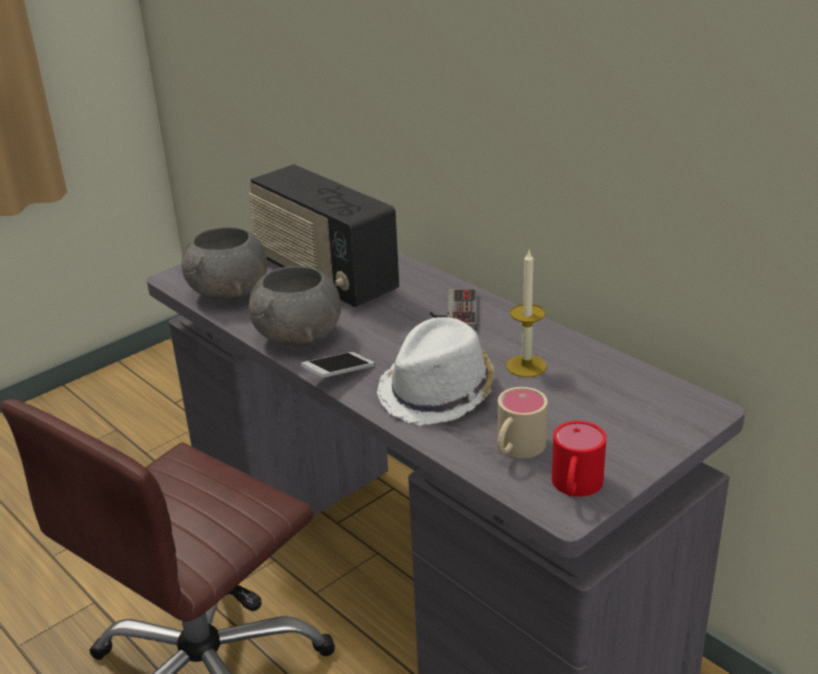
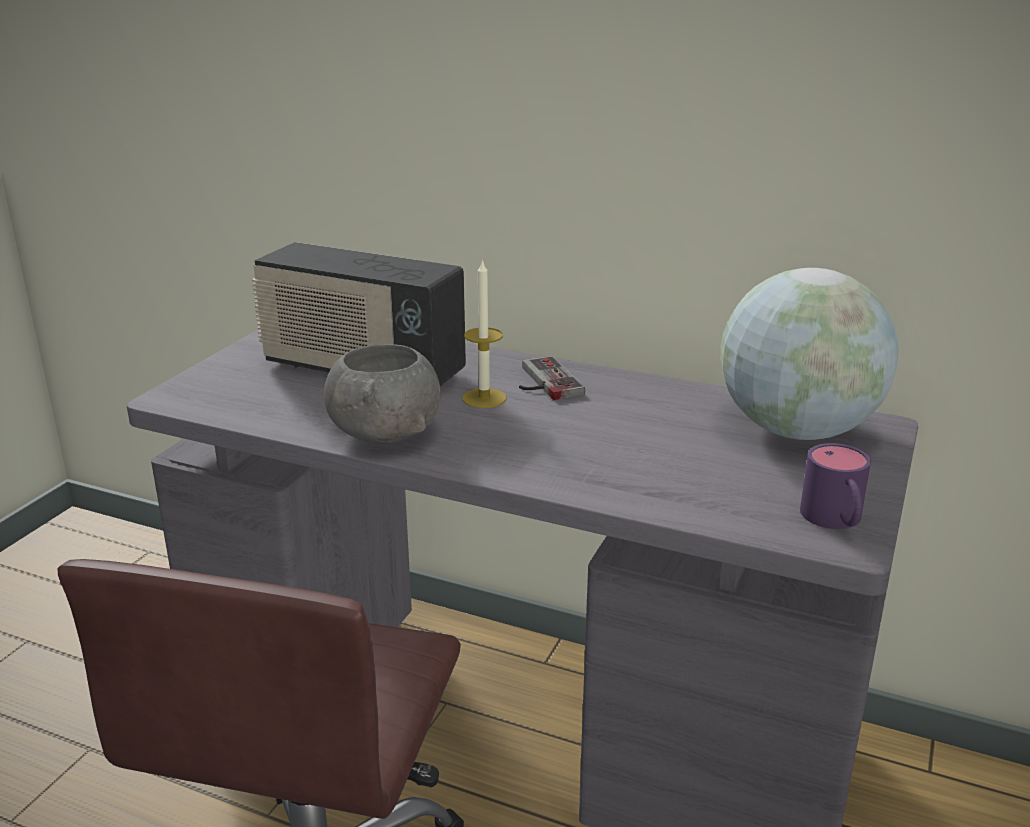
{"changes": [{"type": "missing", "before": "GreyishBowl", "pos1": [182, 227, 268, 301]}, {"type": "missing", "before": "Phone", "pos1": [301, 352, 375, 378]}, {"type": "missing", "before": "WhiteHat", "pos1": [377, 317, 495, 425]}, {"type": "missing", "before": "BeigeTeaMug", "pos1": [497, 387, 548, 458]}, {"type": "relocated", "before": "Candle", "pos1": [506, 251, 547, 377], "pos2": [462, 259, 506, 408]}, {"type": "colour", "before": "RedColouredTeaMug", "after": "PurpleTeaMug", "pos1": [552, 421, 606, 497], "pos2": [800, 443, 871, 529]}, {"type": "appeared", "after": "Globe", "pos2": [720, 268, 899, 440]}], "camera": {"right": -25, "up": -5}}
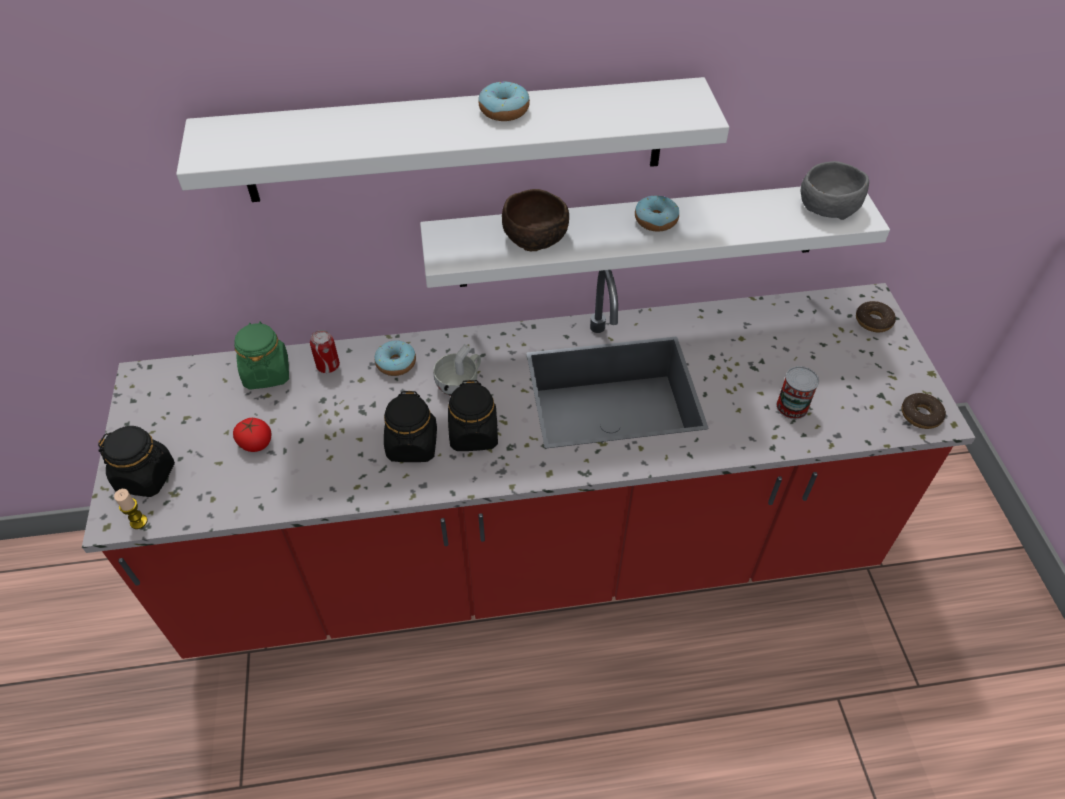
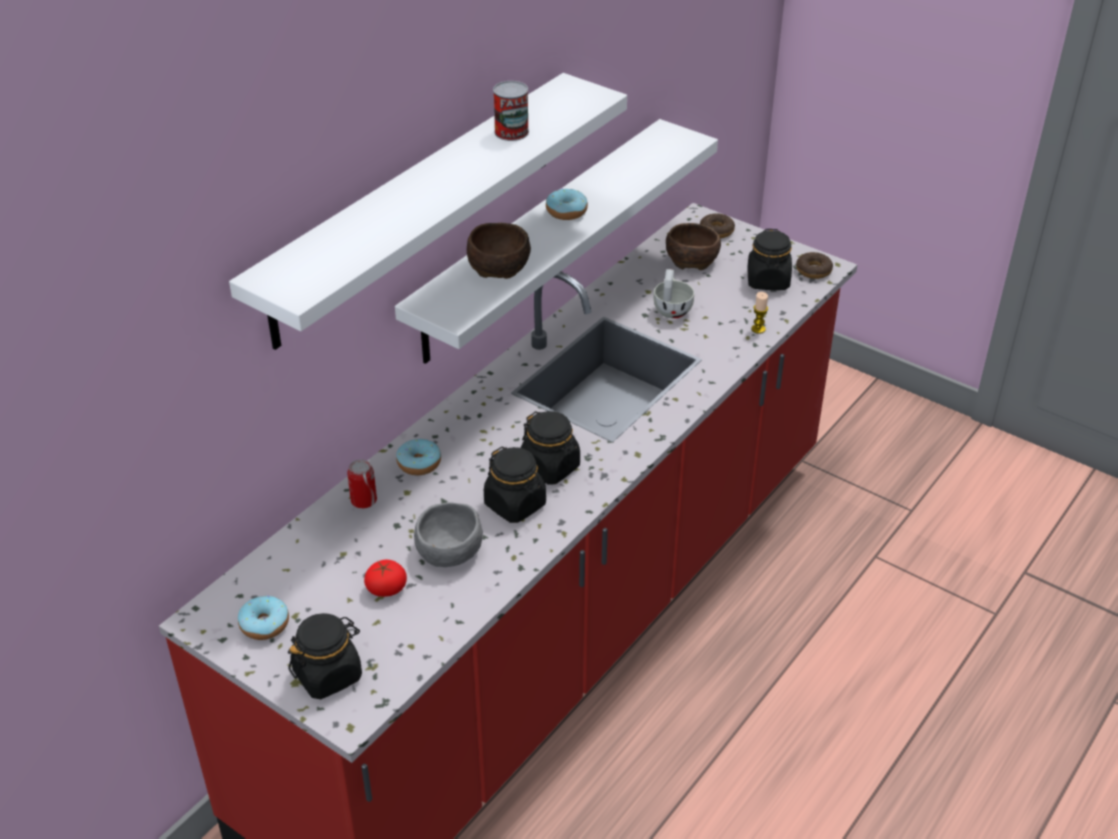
{"changes": [{"type": "relocated", "before": "Candle", "pos1": [114, 489, 148, 529], "pos2": [751, 292, 768, 334]}, {"type": "missing", "before": "GreenColouredStorageJar", "pos1": [234, 321, 289, 390]}, {"type": "relocated", "before": "WhiteSmallCup", "pos1": [433, 344, 481, 396], "pos2": [654, 269, 694, 318]}, {"type": "relocated", "before": "RingDoughnut", "pos1": [478, 82, 530, 121], "pos2": [238, 596, 289, 640]}, {"type": "relocated", "before": "SealedCan", "pos1": [776, 366, 819, 419], "pos2": [493, 81, 529, 141]}, {"type": "relocated", "before": "GreyishBowl", "pos1": [801, 161, 869, 220], "pos2": [414, 502, 483, 567]}, {"type": "appeared", "after": "BrownColouredBowl", "pos2": [666, 223, 721, 270]}, {"type": "appeared", "after": "BlackColouredStorageJar", "pos2": [747, 229, 792, 290]}], "camera": {"right": -45, "up": -10}}
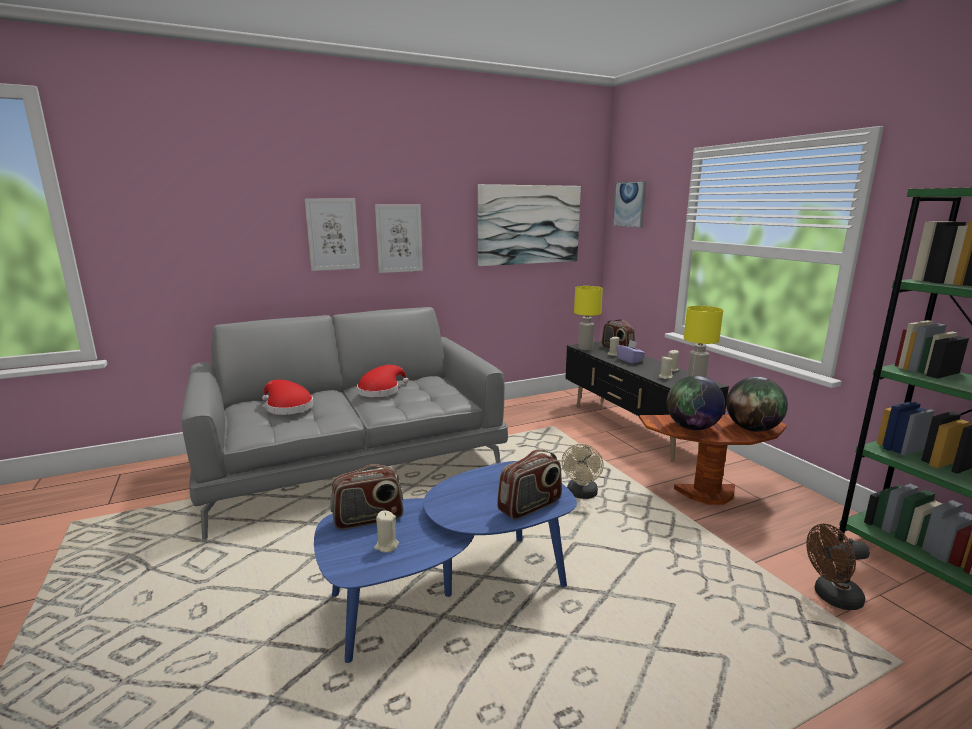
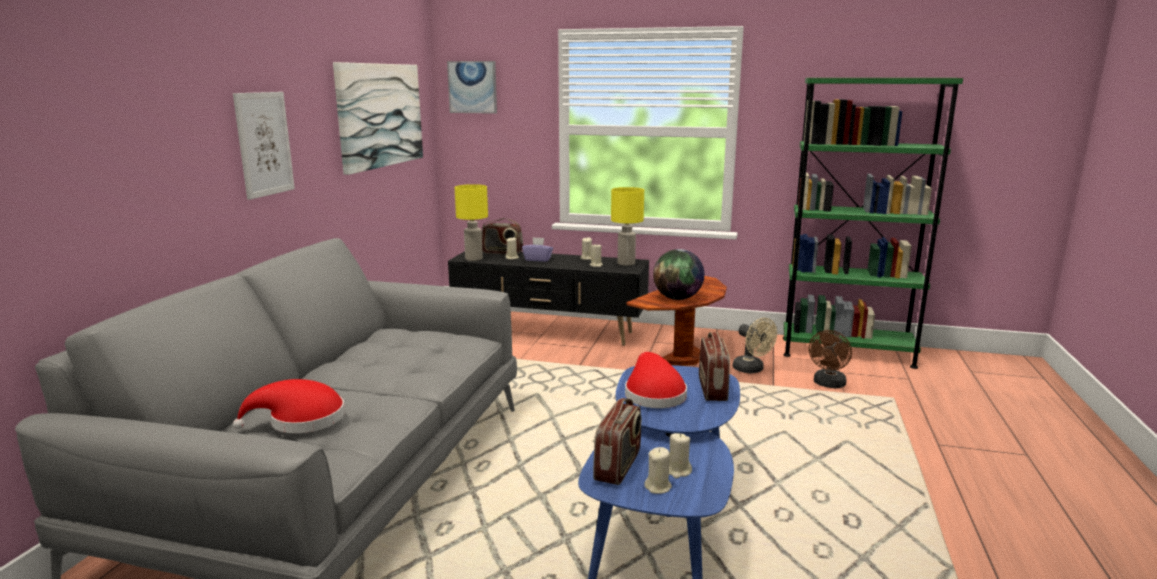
{"changes": [{"type": "missing", "before": "Picture", "pos1": [305, 198, 360, 271]}, {"type": "relocated", "before": "RedColouredHat", "pos1": [357, 365, 409, 397], "pos2": [625, 352, 687, 408]}, {"type": "relocated", "before": "BeigeFan", "pos1": [562, 444, 604, 499], "pos2": [733, 318, 777, 373]}, {"type": "missing", "before": "Globe", "pos1": [726, 377, 788, 432]}, {"type": "appeared", "after": "BeigeCandle", "pos2": [644, 447, 672, 494]}], "camera": {"right": -50, "up": 0}}
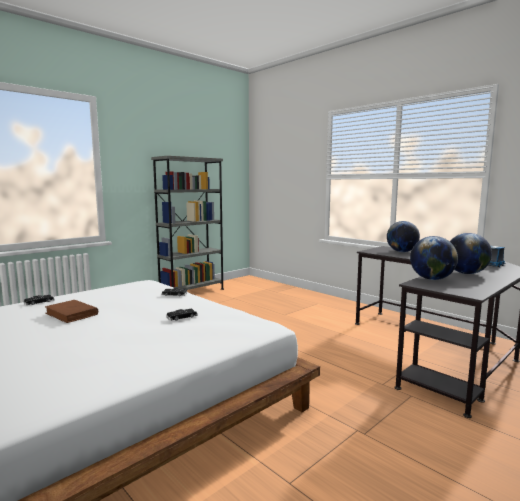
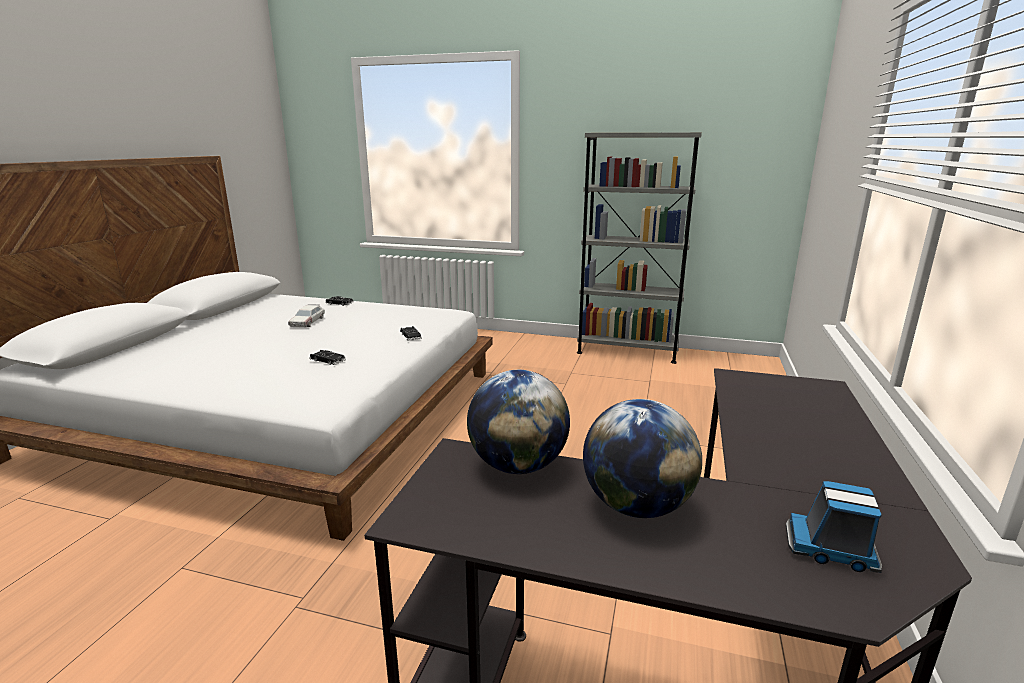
{"changes": [{"type": "exchanged", "before": "BrownColouredBook", "after": "ToyCar", "pos1": [45, 300, 98, 323], "pos2": [288, 304, 325, 328]}, {"type": "missing", "before": "Globe", "pos1": [387, 221, 420, 252]}], "camera": {"right": 60, "up": 10}}
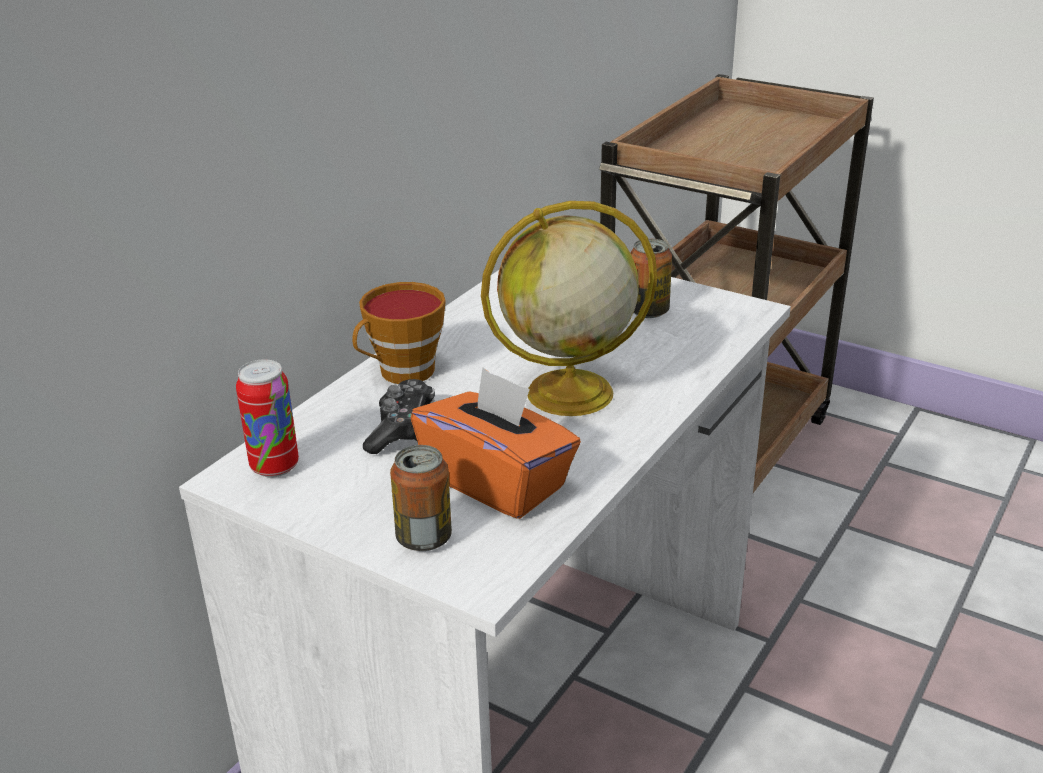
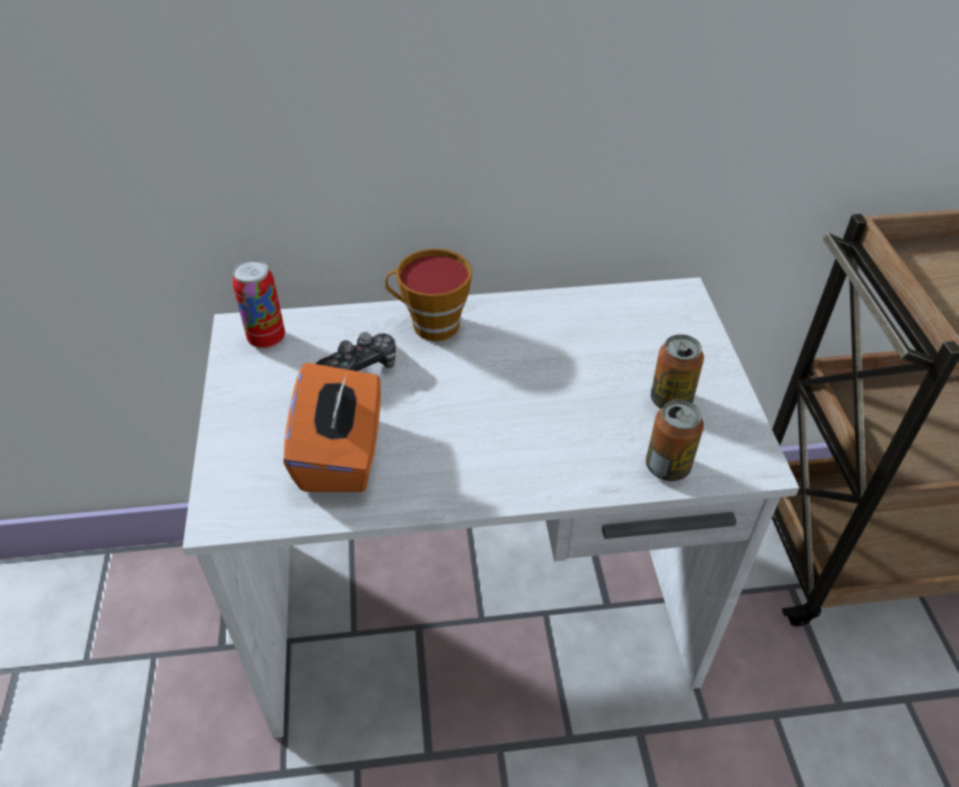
{"changes": [{"type": "relocated", "before": "SealedCan", "pos1": [390, 445, 452, 551], "pos2": [646, 399, 704, 481]}, {"type": "missing", "before": "Globe", "pos1": [481, 201, 657, 416]}], "camera": {"right": 50, "up": 15}}
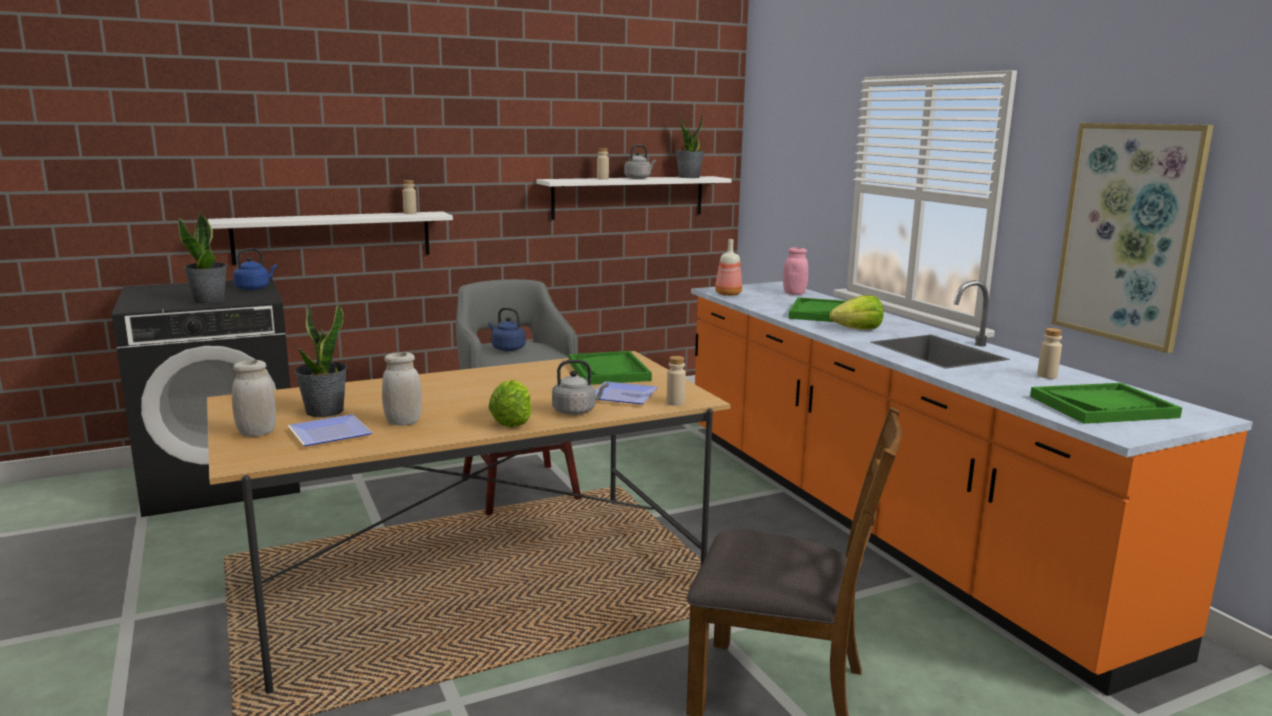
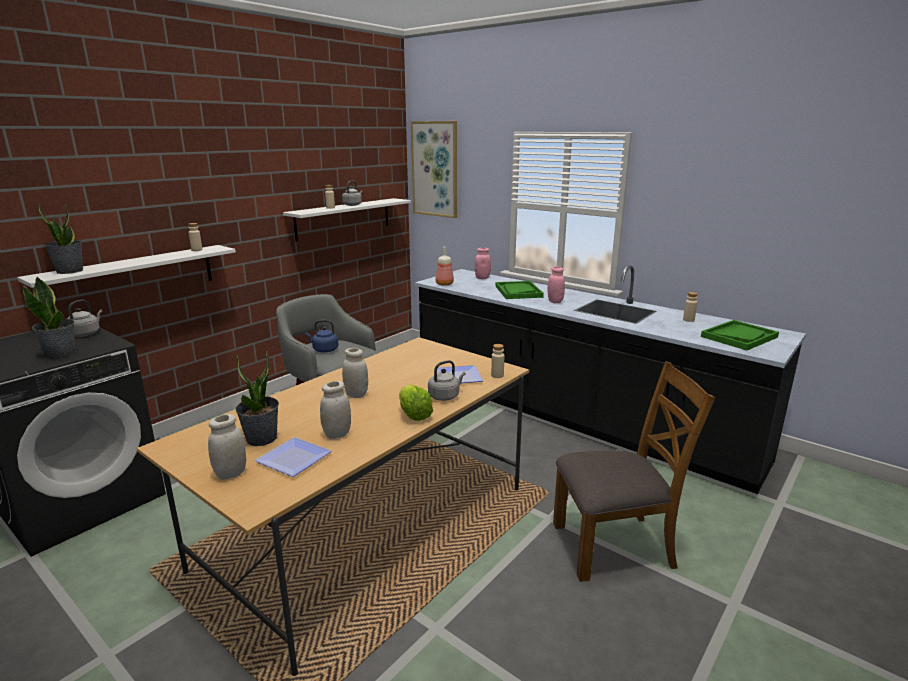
{"changes": [{"type": "colour", "before": "BlueColouredTeaKettle", "after": "GreyishTeaKettle", "pos1": [233, 248, 277, 290], "pos2": [67, 300, 103, 337]}, {"type": "missing", "before": "GreenColouredCarryingTray", "pos1": [569, 351, 652, 385]}, {"type": "relocated", "before": "Houseplant", "pos1": [675, 111, 704, 178], "pos2": [38, 202, 83, 274]}, {"type": "colour", "before": "OrangeColouredKitchenBaseUnit", "after": "BlackColouredKitchenBaseUnit", "pos1": [691, 280, 1253, 696], "pos2": [415, 265, 806, 494]}, {"type": "exchanged", "before": "HeadOfLettuce", "after": "PinkishStorageJar", "pos1": [830, 295, 884, 329], "pos2": [548, 267, 565, 303]}, {"type": "relocated", "before": "Picture", "pos1": [1051, 123, 1214, 353], "pos2": [411, 121, 457, 218]}, {"type": "appeared", "after": "WhiteStorageJar", "pos2": [342, 348, 368, 398]}], "camera": {"right": -25, "up": 5}}
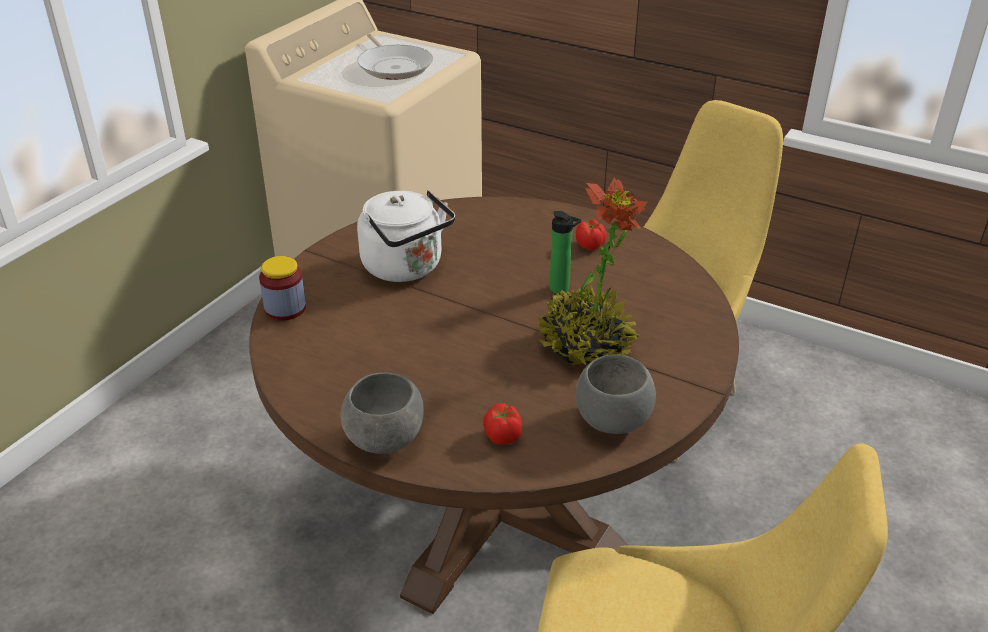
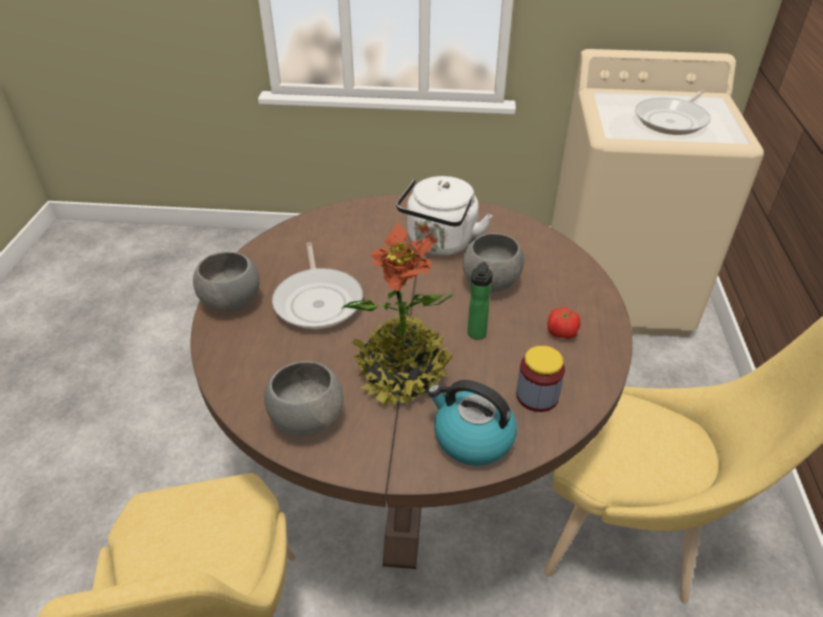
{"changes": [{"type": "relocated", "before": "StorageJar", "pos1": [259, 256, 306, 320], "pos2": [516, 345, 565, 412]}, {"type": "missing", "before": "FreshTomato", "pos1": [483, 403, 522, 445]}, {"type": "appeared", "after": "Skillet", "pos2": [272, 242, 363, 329]}, {"type": "appeared", "after": "TeaKettle", "pos2": [428, 380, 517, 466]}, {"type": "appeared", "after": "GreyishBowl", "pos2": [463, 233, 524, 292]}], "camera": {"right": 65, "up": 5}}
